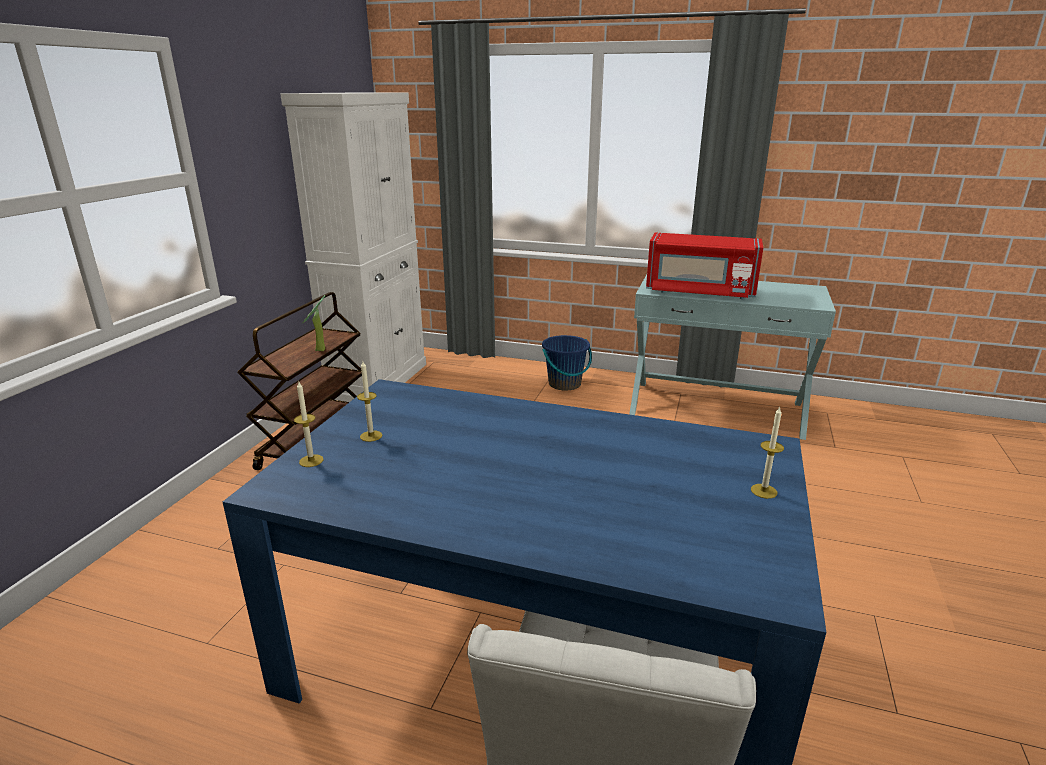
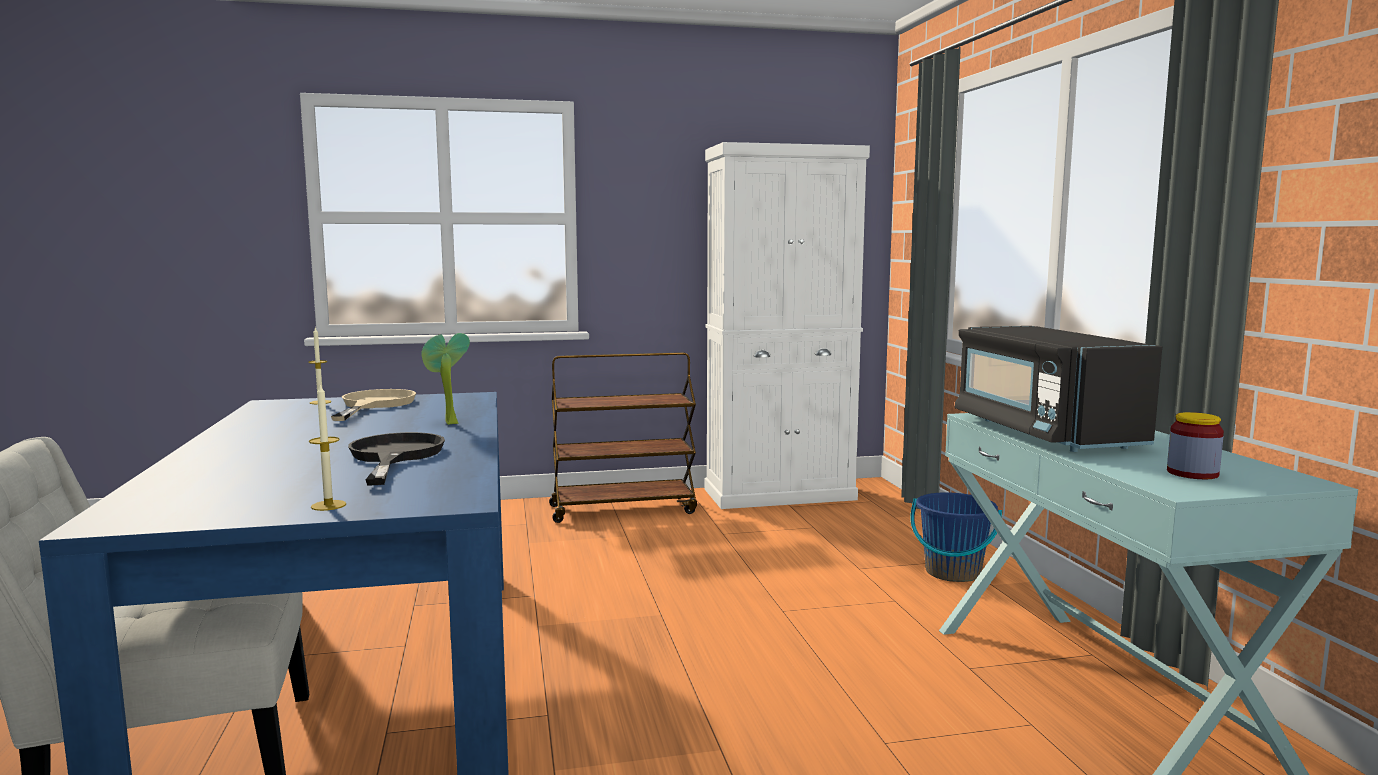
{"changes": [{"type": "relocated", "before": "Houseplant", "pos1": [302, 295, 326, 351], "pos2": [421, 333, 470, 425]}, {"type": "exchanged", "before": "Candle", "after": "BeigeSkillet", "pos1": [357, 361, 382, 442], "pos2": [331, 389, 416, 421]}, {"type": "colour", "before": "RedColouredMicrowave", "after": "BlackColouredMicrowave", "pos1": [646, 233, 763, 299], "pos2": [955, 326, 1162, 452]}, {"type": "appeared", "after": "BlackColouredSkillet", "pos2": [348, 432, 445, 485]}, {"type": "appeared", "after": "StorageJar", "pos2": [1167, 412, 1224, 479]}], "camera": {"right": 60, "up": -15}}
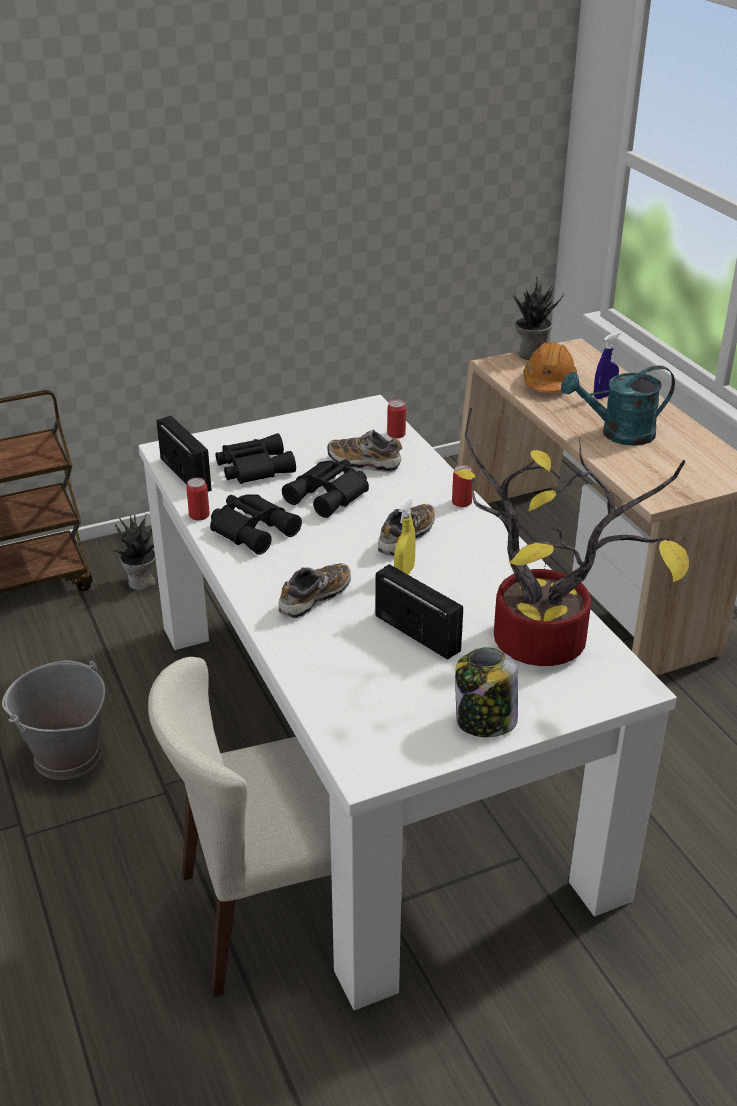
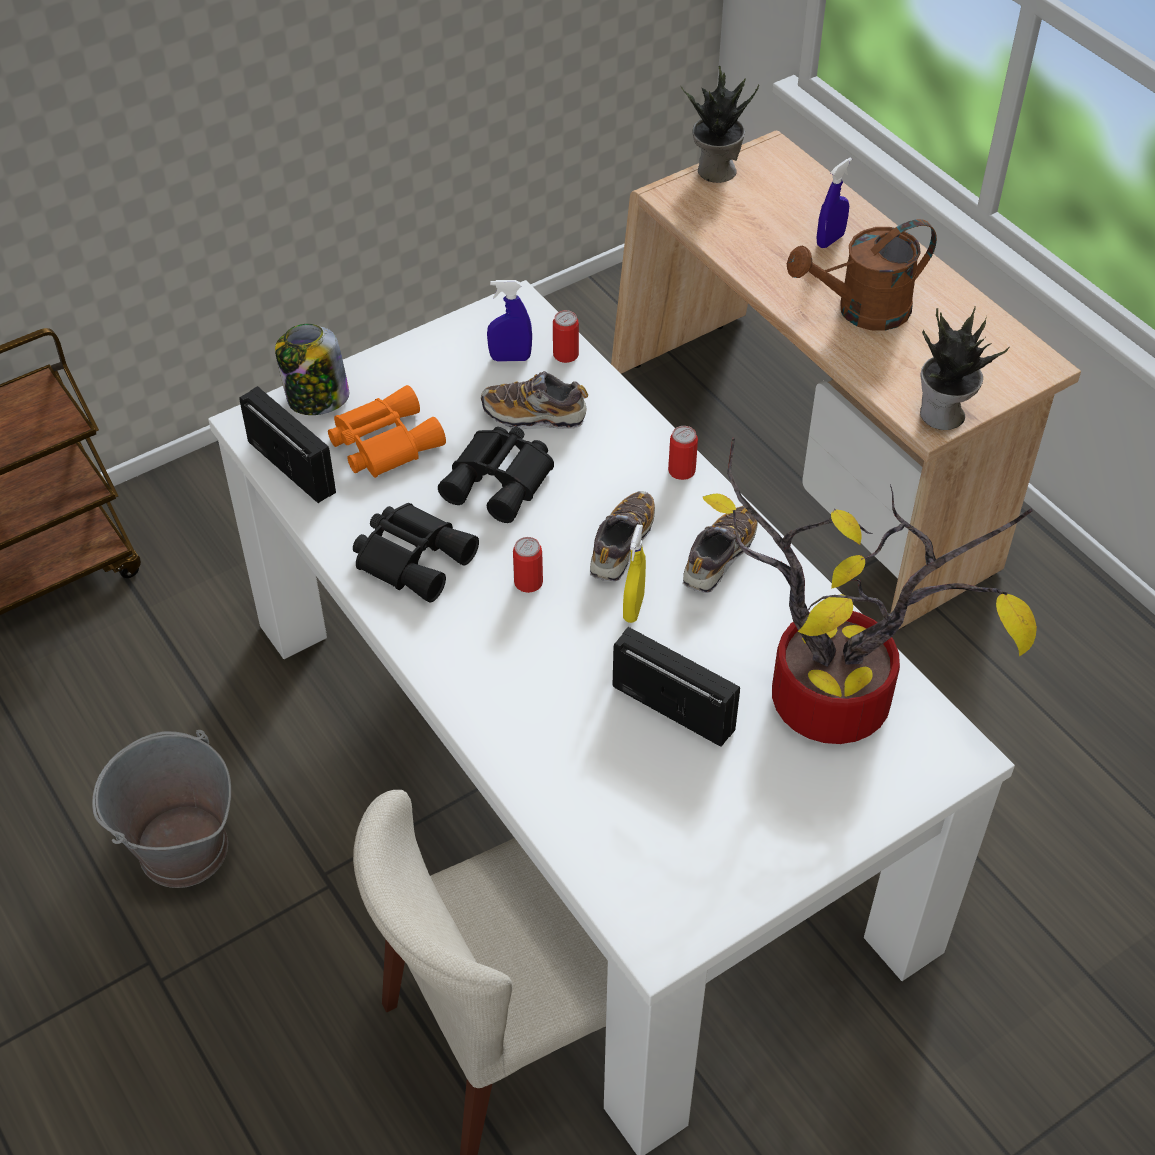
{"changes": [{"type": "relocated", "before": "Houseplant", "pos1": [107, 514, 156, 590], "pos2": [920, 306, 1010, 430]}, {"type": "relocated", "before": "SealedCan", "pos1": [186, 478, 210, 520], "pos2": [513, 537, 543, 593]}, {"type": "colour", "before": "BlackColouredBinoculars", "after": "OrangeColouredBinoculars", "pos1": [216, 433, 296, 484], "pos2": [328, 385, 446, 478]}, {"type": "relocated", "before": "ItemOfFootwear", "pos1": [278, 563, 351, 618], "pos2": [682, 506, 758, 593]}, {"type": "relocated", "before": "StorageJar", "pos1": [455, 647, 518, 737], "pos2": [275, 324, 349, 415]}, {"type": "missing", "before": "OrangeColouredSafetyHelmet", "pos1": [523, 342, 577, 392]}, {"type": "colour", "before": "TurquoiseColouredSprinklingCan", "after": "BrownColouredSprinklingCan", "pos1": [561, 365, 675, 446], "pos2": [787, 219, 937, 331]}, {"type": "appeared", "after": "BlueColouredHandSprayer", "pos2": [487, 280, 532, 362]}], "camera": {"right": -10, "up": 15}}
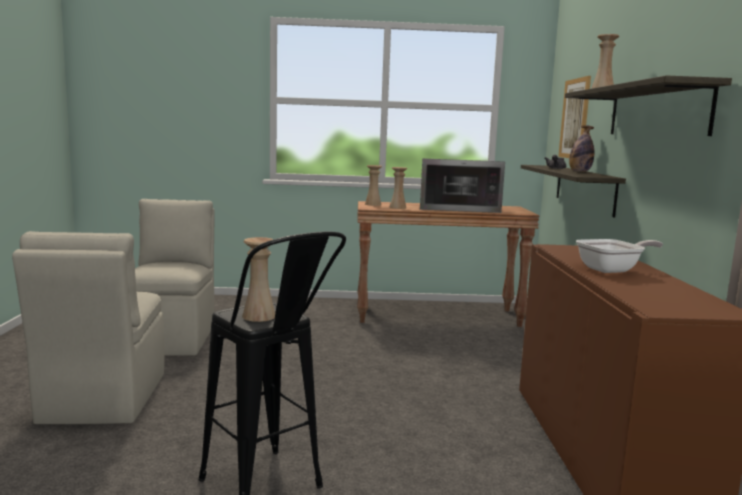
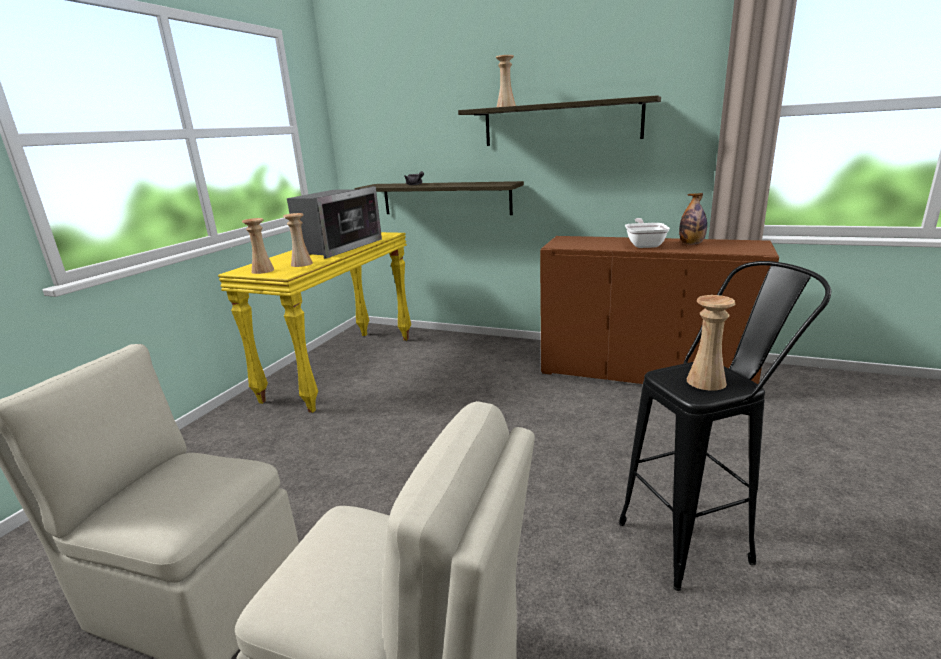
{"changes": [{"type": "colour", "before": "BrownColouredNarrowTable", "after": "YellowishNarrowTable", "pos1": [357, 201, 539, 327], "pos2": [218, 232, 411, 413]}, {"type": "missing", "before": "Picture", "pos1": [558, 76, 591, 158]}, {"type": "relocated", "before": "DrinkBottle", "pos1": [569, 125, 594, 172], "pos2": [679, 193, 707, 244]}], "camera": {"right": -65, "up": 10}}
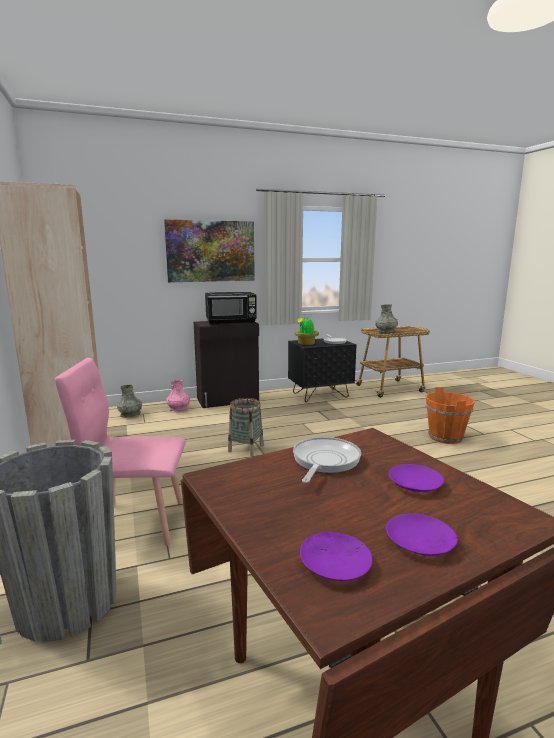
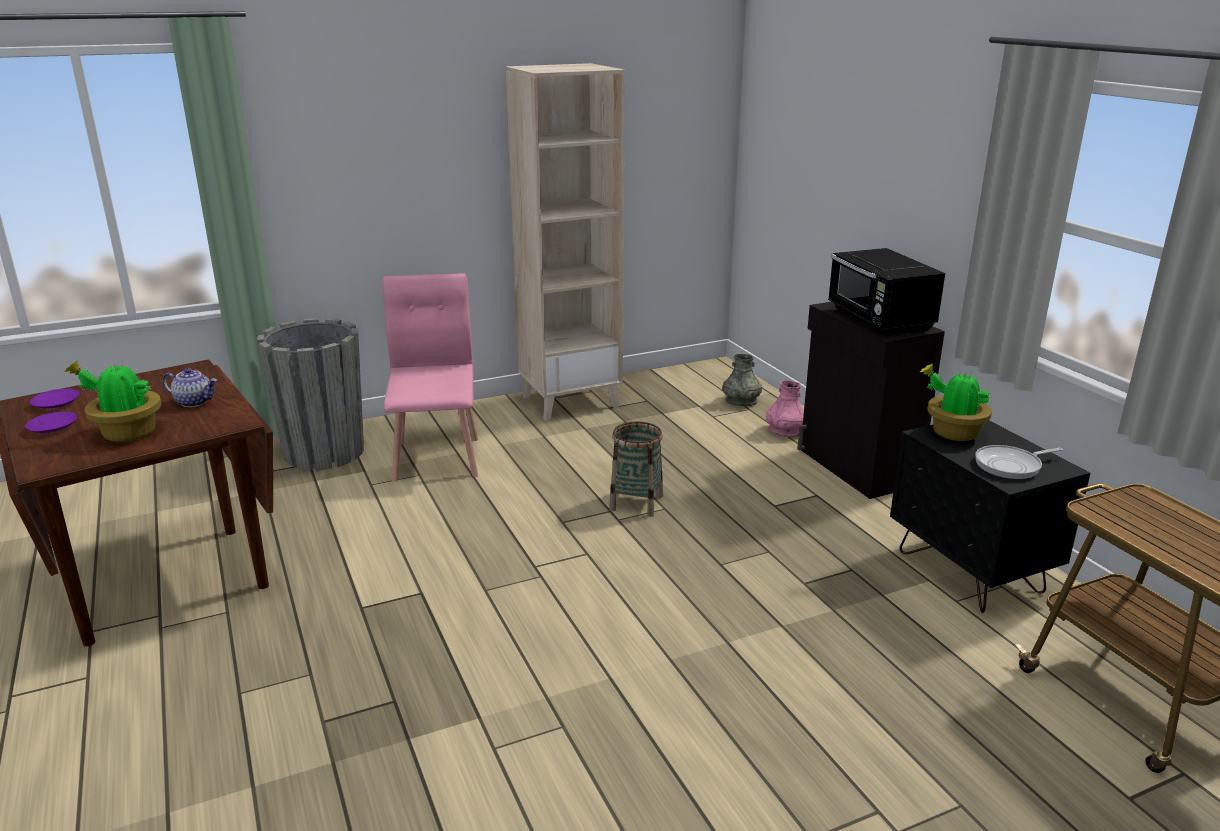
{"changes": [{"type": "missing", "before": "Picture", "pos1": [164, 219, 255, 282]}, {"type": "exchanged", "before": "Skillet", "after": "Teapot", "pos1": [293, 437, 361, 483], "pos2": [163, 368, 217, 407]}, {"type": "missing", "before": "GreyishDecorativeVase", "pos1": [375, 305, 398, 333]}, {"type": "exchanged", "before": "PurpleDinnerPlate", "after": "Houseplant", "pos1": [389, 464, 444, 492], "pos2": [64, 359, 161, 442]}, {"type": "missing", "before": "OrangeColouredBucket", "pos1": [426, 387, 475, 444]}], "camera": {"right": 85, "up": 10}}
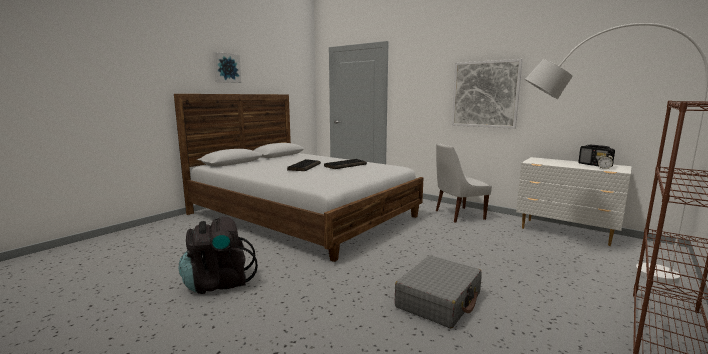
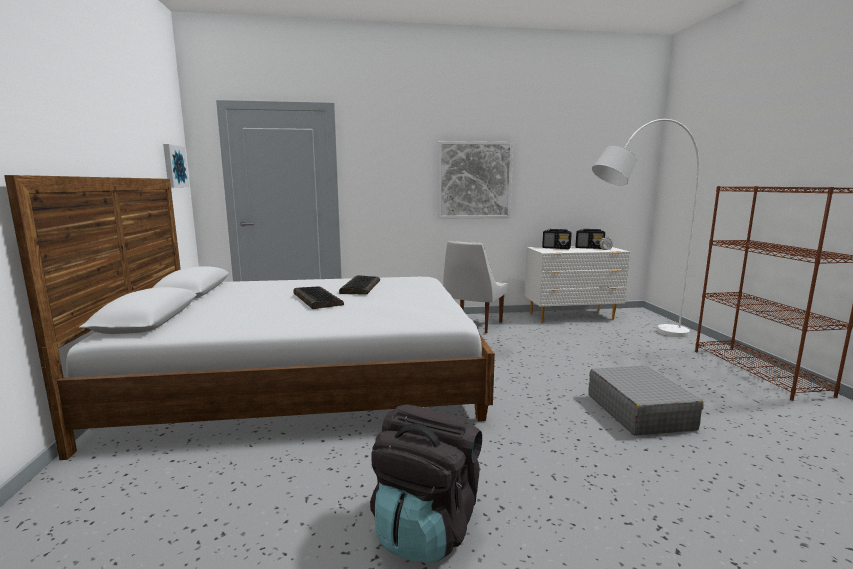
{"changes": [{"type": "relocated", "before": "Picture", "pos1": [213, 52, 241, 83], "pos2": [163, 144, 189, 188]}, {"type": "appeared", "after": "RadioReceiver", "pos2": [542, 229, 572, 249]}], "camera": {"right": -45, "up": 0}}
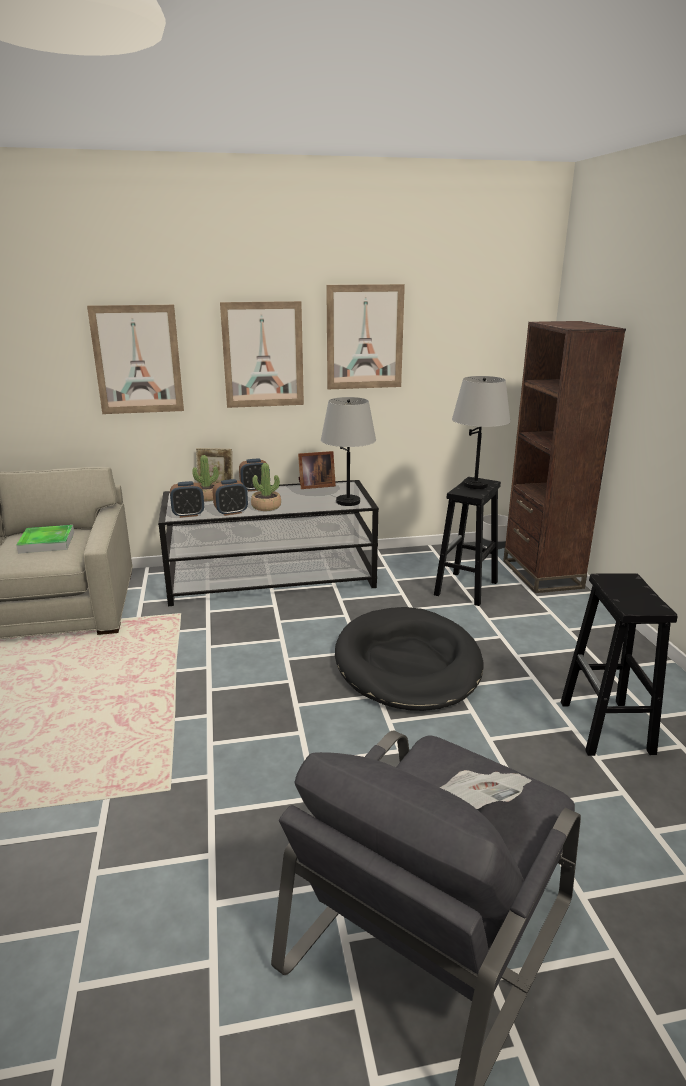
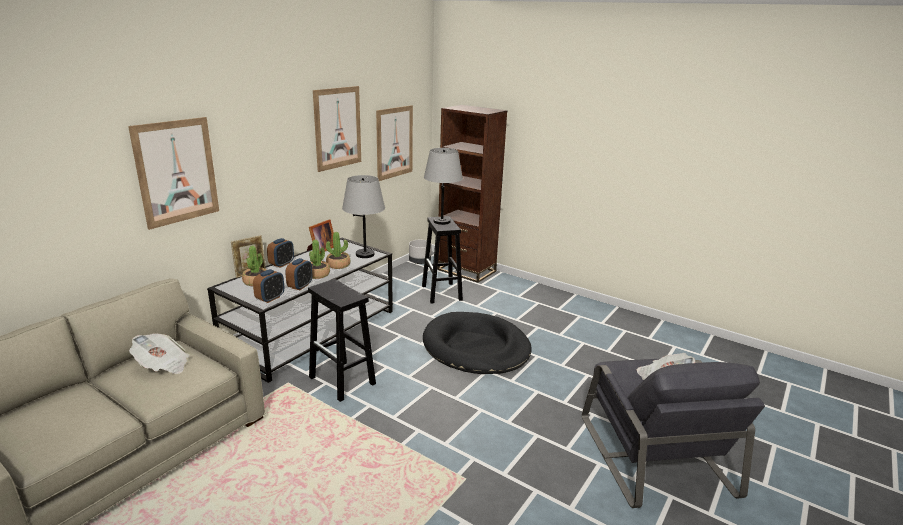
{"changes": [{"type": "exchanged", "before": "CarryingTray", "after": "DailyPaper", "pos1": [16, 525, 74, 554], "pos2": [129, 334, 189, 374]}, {"type": "relocated", "before": "Picture", "pos1": [220, 301, 304, 408], "pos2": [376, 105, 413, 181]}, {"type": "relocated", "before": "BlackColouredSittingStool", "pos1": [561, 573, 678, 756], "pos2": [308, 279, 376, 402]}, {"type": "appeared", "after": "Houseplant", "pos2": [326, 232, 350, 269]}], "camera": {"right": -45, "up": 0}}
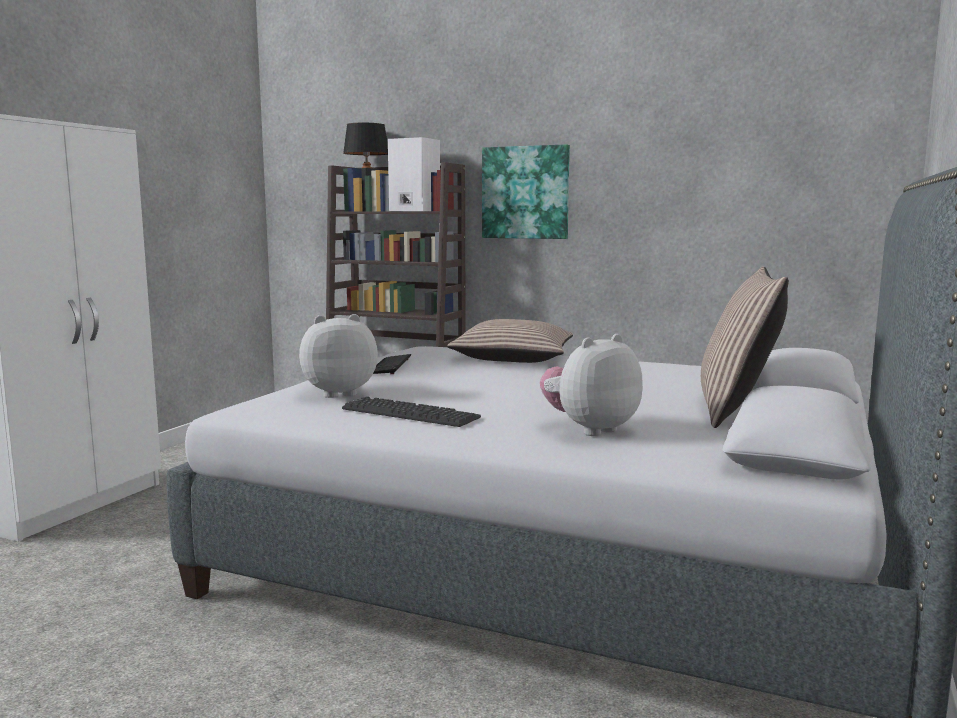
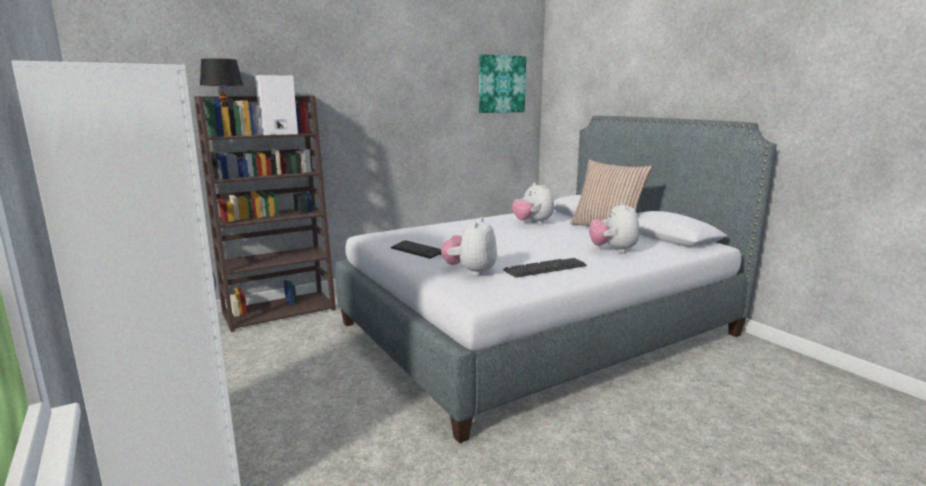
{"changes": [{"type": "missing", "before": "ThrowPillow", "pos1": [447, 319, 573, 363]}, {"type": "relocated", "before": "Picture", "pos1": [482, 144, 570, 239], "pos2": [479, 54, 526, 113]}, {"type": "appeared", "after": "CuddlyToy", "pos2": [512, 183, 554, 224]}], "camera": {"right": -55, "up": 5}}
